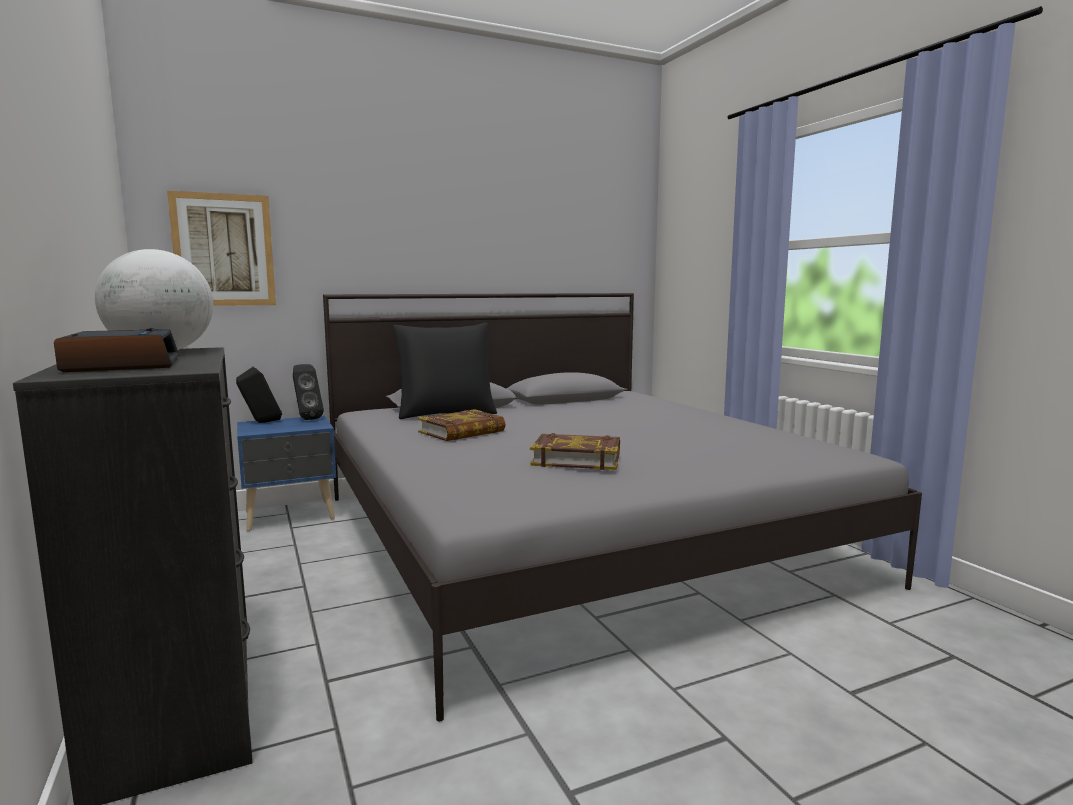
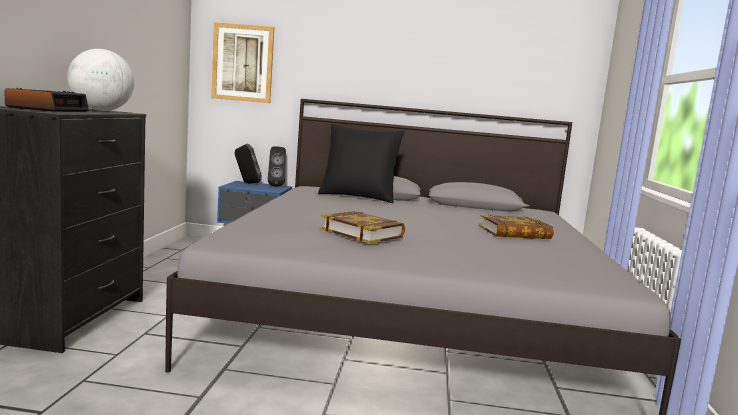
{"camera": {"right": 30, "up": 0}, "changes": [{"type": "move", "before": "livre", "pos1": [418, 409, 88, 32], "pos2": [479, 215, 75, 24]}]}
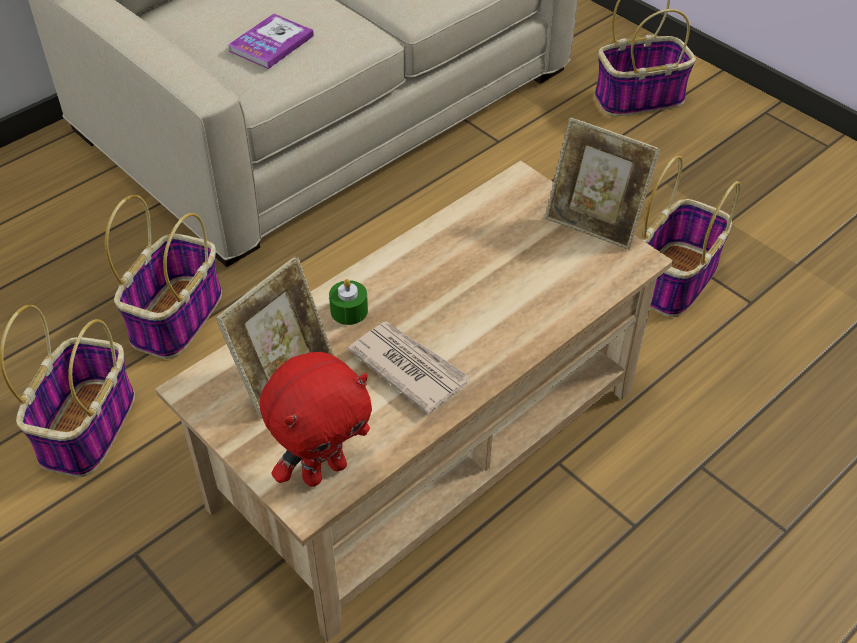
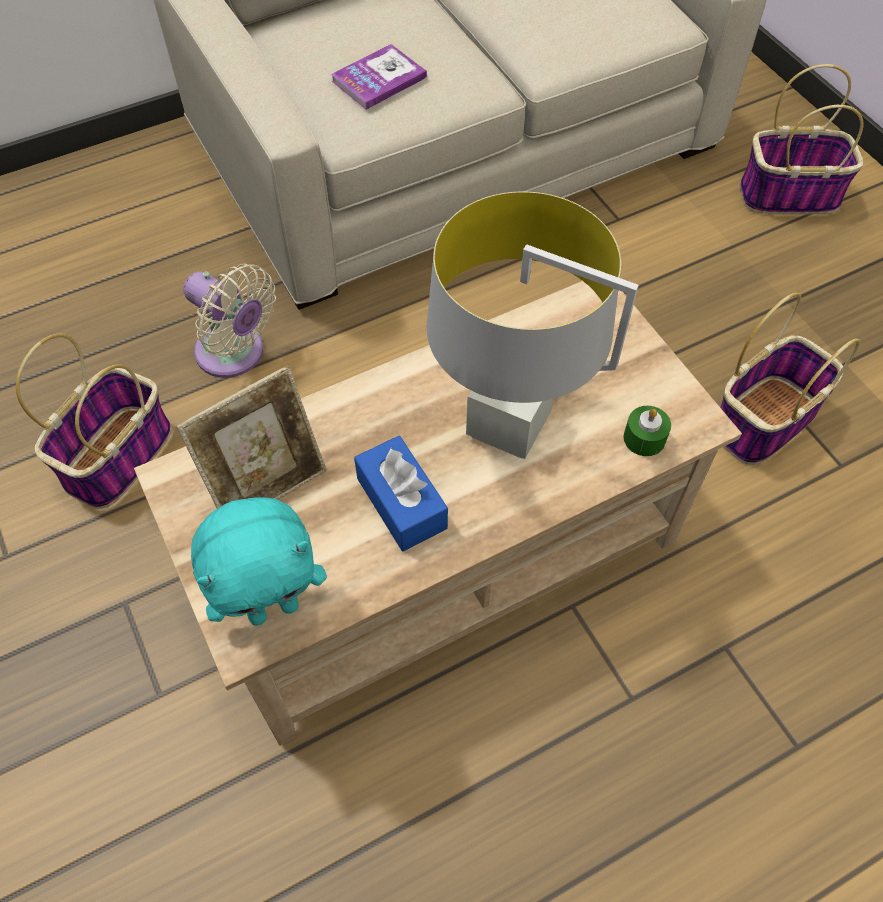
{"camera": {"right": 15, "up": 10}, "changes": [{"type": "replace", "before": "panier", "after": "ventilateur [beige]", "pos1": [105, 195, 117, 164], "pos2": [183, 264, 93, 114]}, {"type": "recolor", "before": "peluche [rouge]", "after": "peluche [turquoise]", "pos1": [260, 352, 112, 135], "pos2": [191, 497, 136, 129]}, {"type": "move", "before": "bougie [vert]", "pos1": [329, 279, 39, 46], "pos2": [624, 406, 47, 50]}, {"type": "replace", "before": "journal", "after": "boîte à mouchoirs [bleu]", "pos1": [348, 322, 122, 92], "pos2": [354, 436, 94, 116]}, {"type": "delete", "before": "cadre photo", "pos1": [545, 118, 116, 132]}, {"type": "insert", "after": "lampe de table [gris]", "pos2": [427, 192, 212, 267]}]}
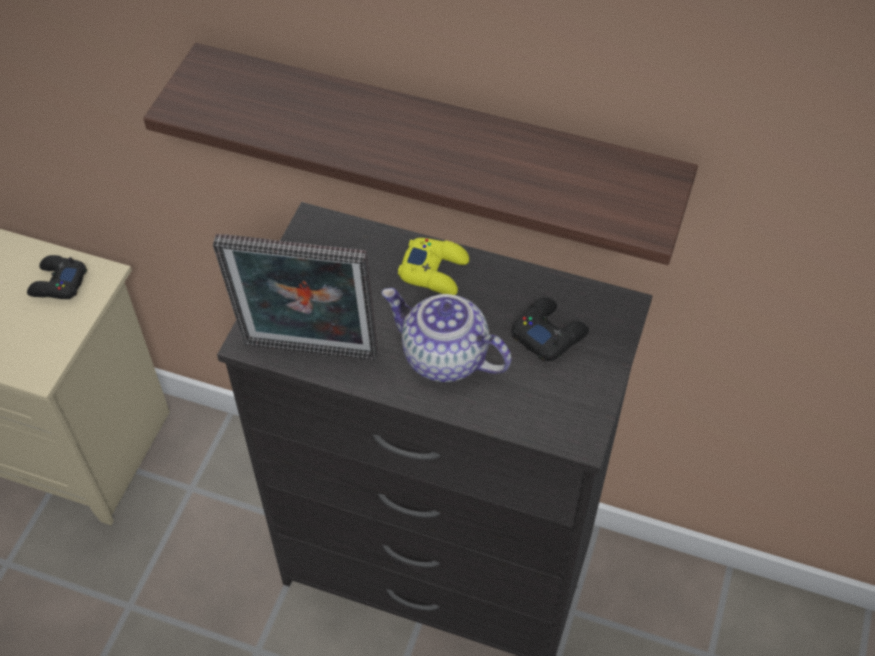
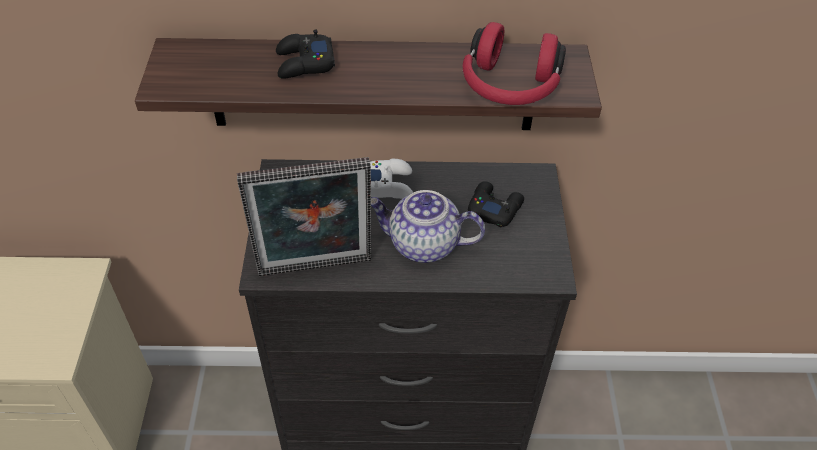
{"camera": {"right": -20, "up": -5}, "changes": [{"type": "move", "before": "manette [noir]", "pos1": [27, 255, 60, 44], "pos2": [276, 29, 59, 50]}, {"type": "recolor", "before": "manette [jaune]", "after": "manette [blanc]", "pos1": [398, 238, 71, 57], "pos2": [370, 159, 43, 40]}, {"type": "insert", "after": "casque audio [rouge]", "pos2": [463, 22, 103, 83]}]}
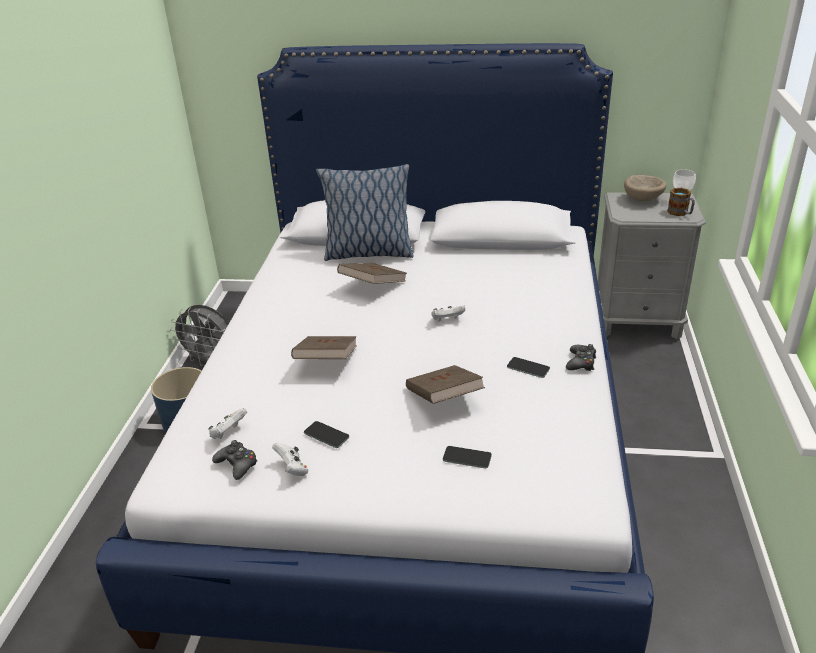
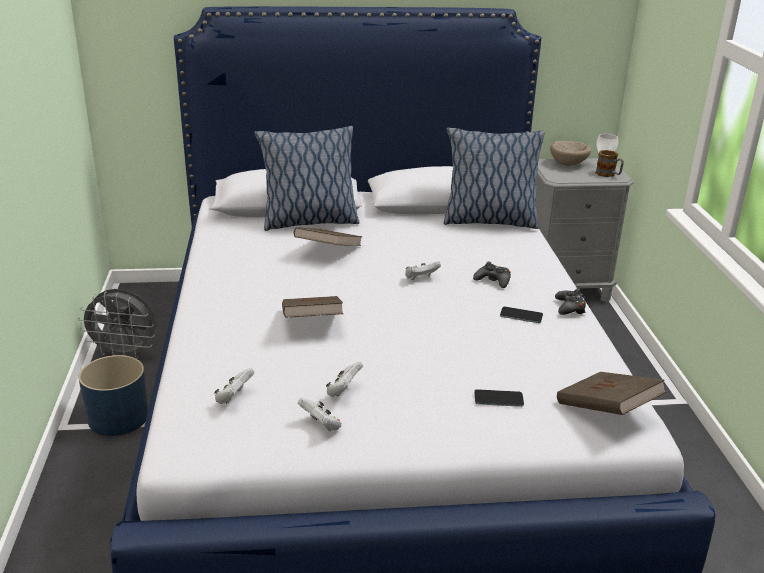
{"camera": {"right": -15, "up": -5}, "changes": [{"type": "move", "before": "manette [noir]", "pos1": [212, 440, 45, 40], "pos2": [473, 262, 38, 26]}, {"type": "replace", "before": "téléphone", "after": "manette [blanc]", "pos1": [304, 421, 45, 27], "pos2": [326, 362, 37, 35]}, {"type": "move", "before": "livre [marron]", "pos1": [406, 365, 79, 39], "pos2": [557, 372, 109, 43]}, {"type": "insert", "after": "coussin", "pos2": [444, 128, 101, 101]}]}
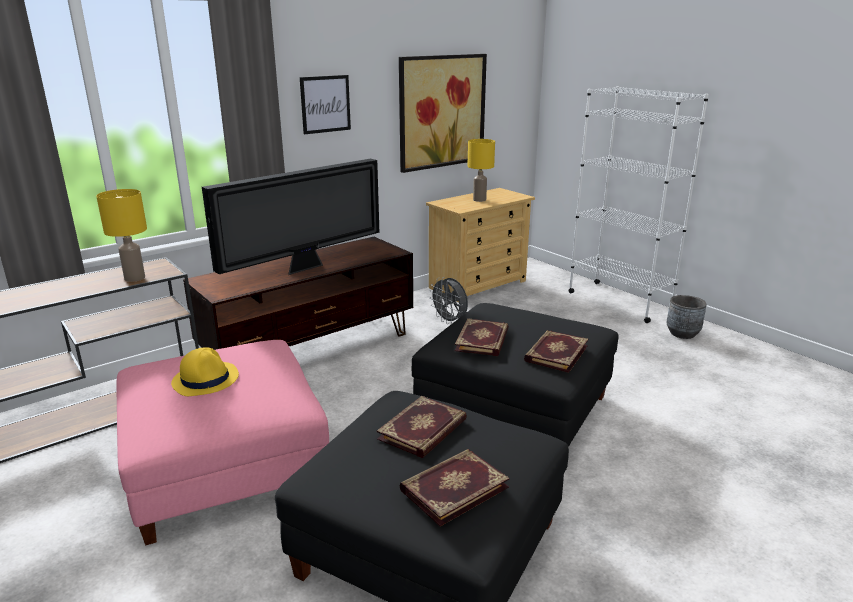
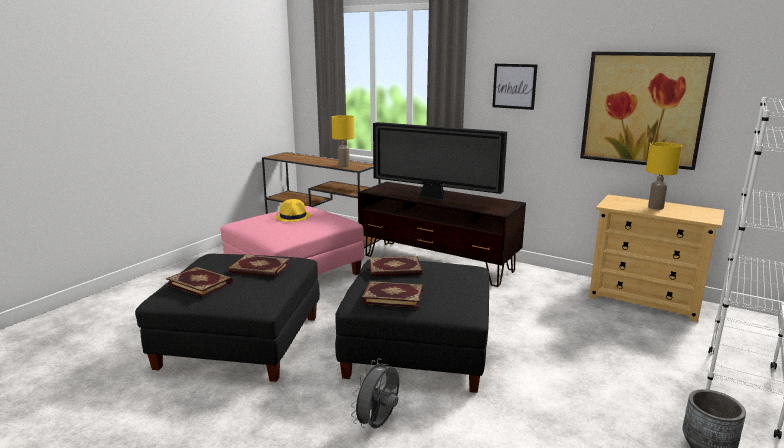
{"camera": {"right": 70, "up": -5}, "changes": [{"type": "move", "before": "ventilateur [gris]", "pos1": [429, 277, 39, 47], "pos2": [351, 358, 48, 71]}]}
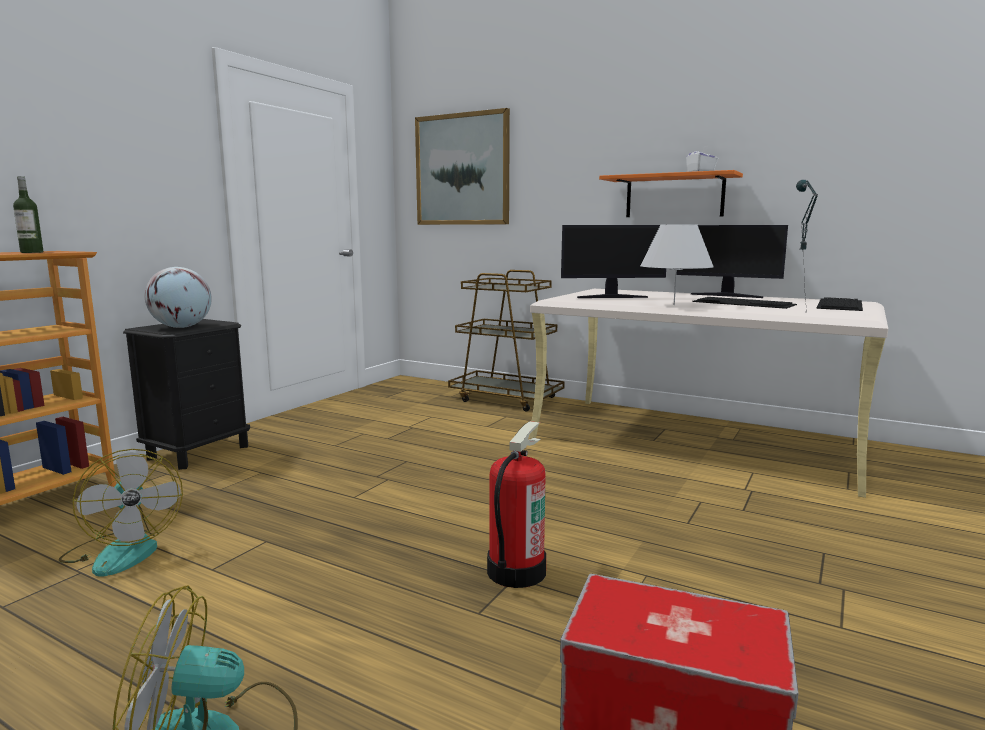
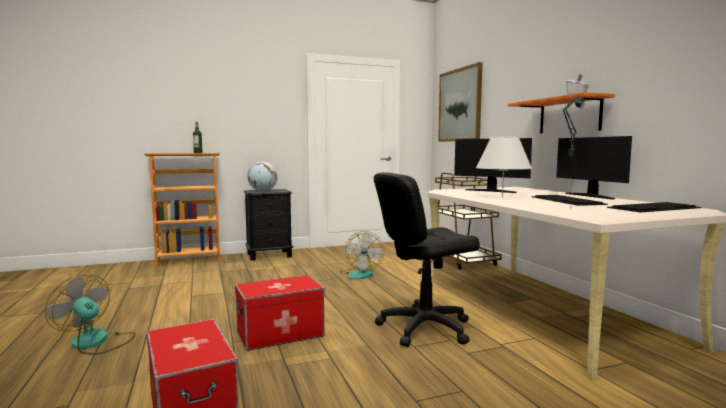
{"camera": {"right": 40, "up": -5}, "changes": [{"type": "move", "before": "ventilateur", "pos1": [59, 449, 124, 128], "pos2": [340, 231, 44, 49]}, {"type": "replace", "before": "extincteur", "after": "boîte de rangement", "pos1": [487, 421, 59, 167], "pos2": [235, 275, 90, 76]}, {"type": "insert", "after": "chaise de bureau [noir]", "pos2": [374, 172, 106, 175]}]}
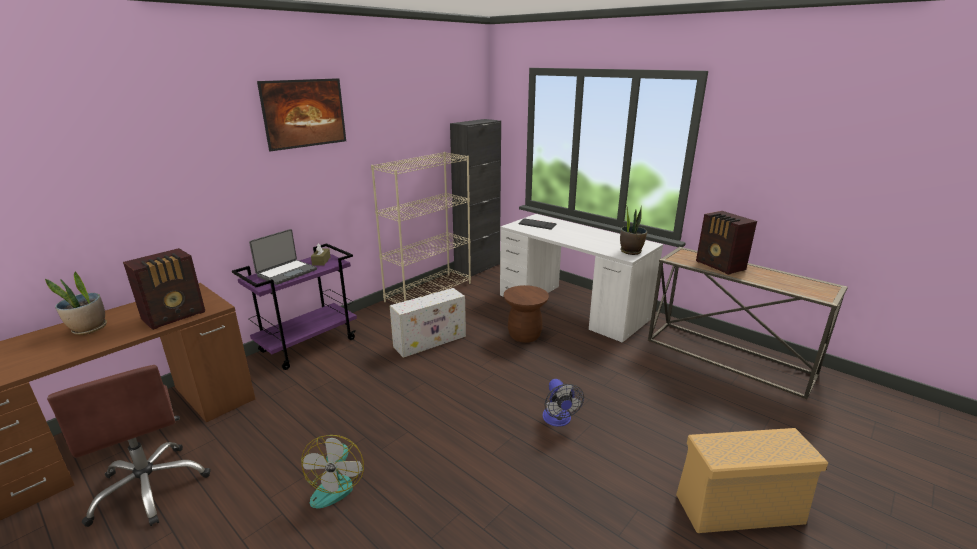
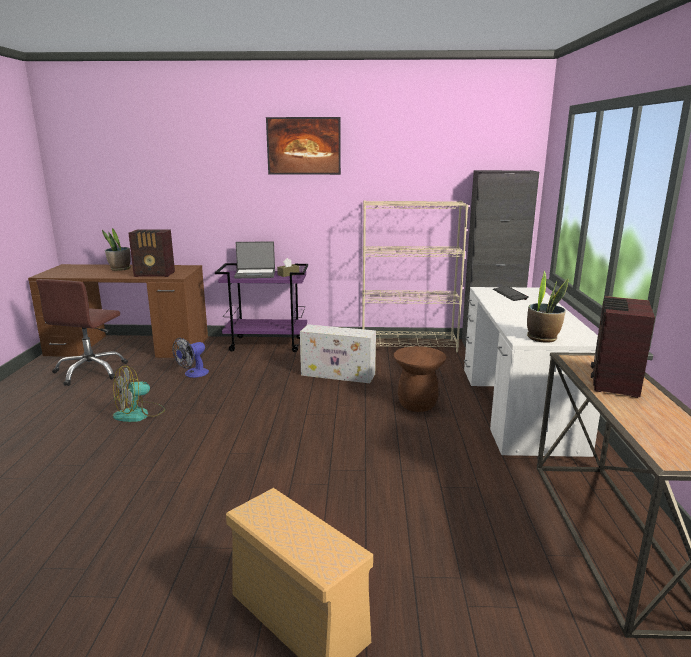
{"camera": {"right": 50, "up": -5}, "changes": [{"type": "move", "before": "ventilateur", "pos1": [542, 379, 42, 48], "pos2": [172, 338, 37, 40]}]}
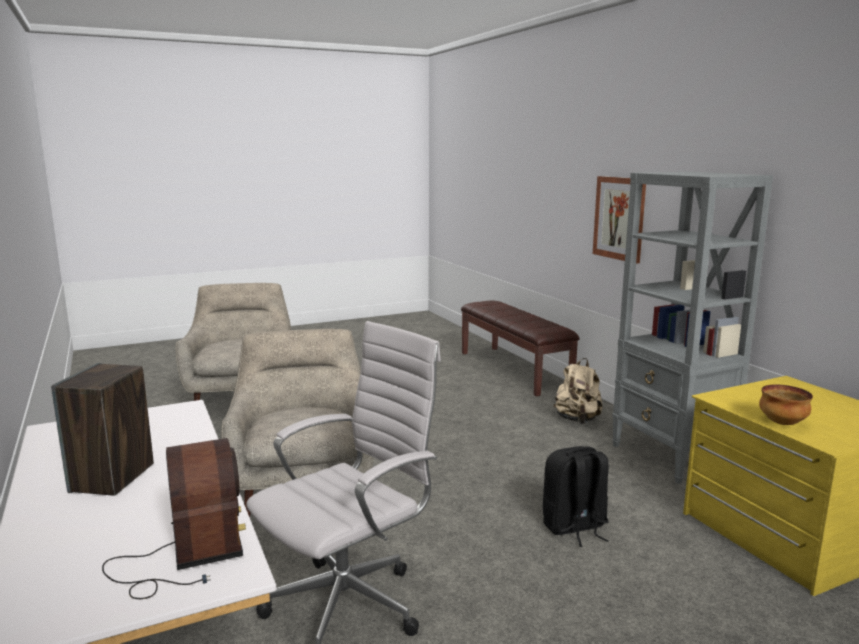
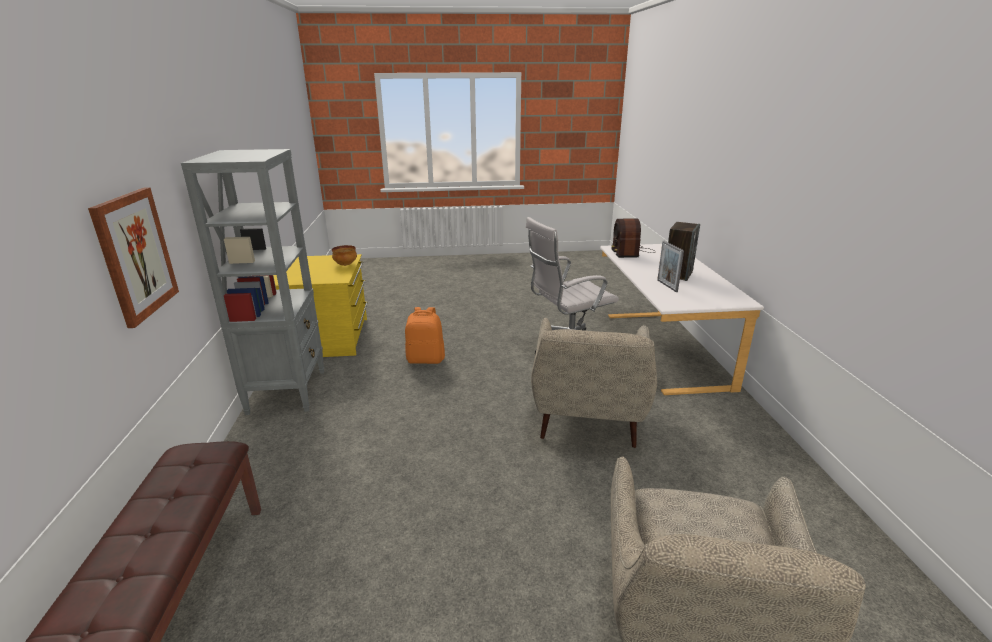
{"camera": {"right": -160, "up": 10}, "changes": [{"type": "recolor", "before": "sac à dos [noir]", "after": "sac à dos [orange]", "pos1": [543, 446, 66, 101], "pos2": [405, 307, 40, 57]}, {"type": "delete", "before": "sac à dos [beige]", "pos1": [554, 358, 49, 66]}, {"type": "insert", "after": "cadre photo", "pos2": [657, 241, 27, 51]}]}
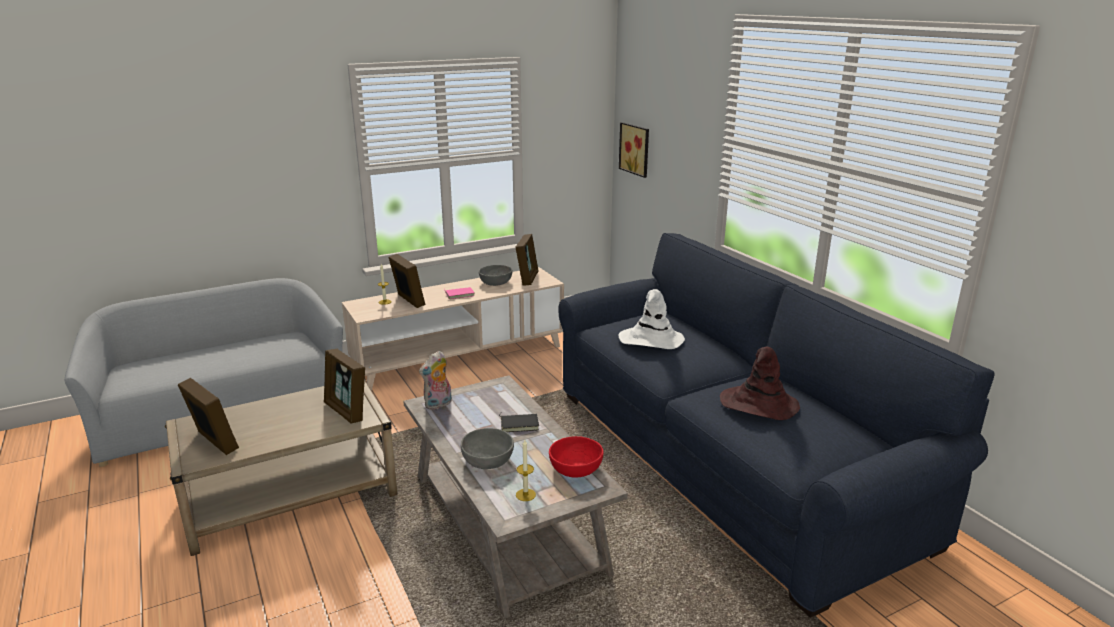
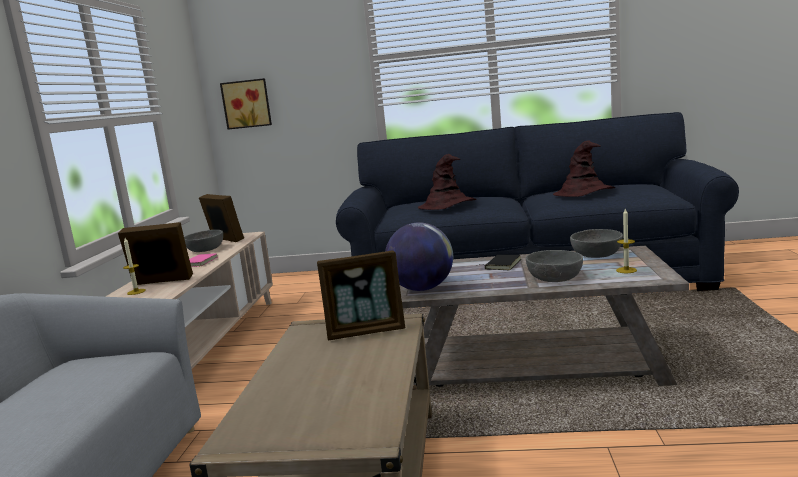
{"camera": {"right": -55, "up": -10}, "changes": [{"type": "delete", "before": "cadre photo", "pos1": [178, 378, 61, 77]}, {"type": "replace", "before": "peluche", "after": "globe", "pos1": [419, 351, 33, 59], "pos2": [385, 222, 68, 69]}, {"type": "recolor", "before": "bol [rouge]", "after": "bol [gris]", "pos1": [549, 436, 55, 42], "pos2": [570, 229, 53, 29]}, {"type": "recolor", "before": "chapeau [blanc]", "after": "chapeau [marron]", "pos1": [618, 289, 67, 60], "pos2": [418, 154, 58, 56]}]}
